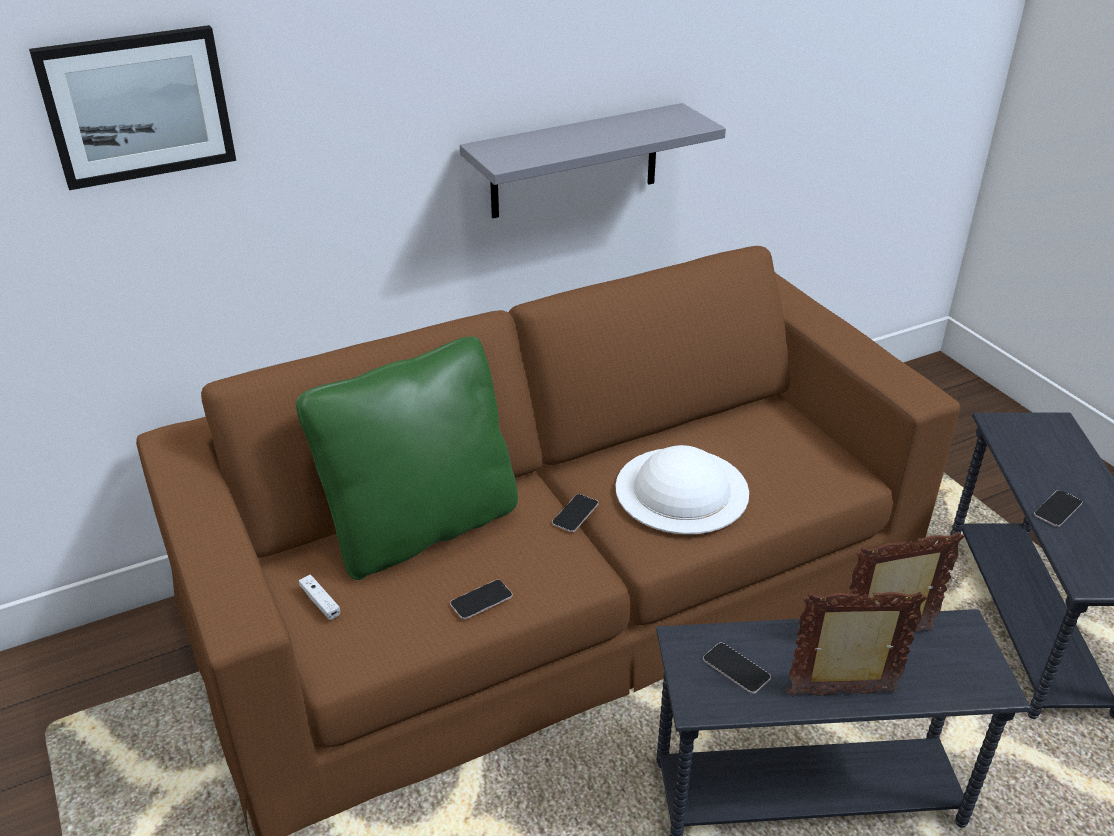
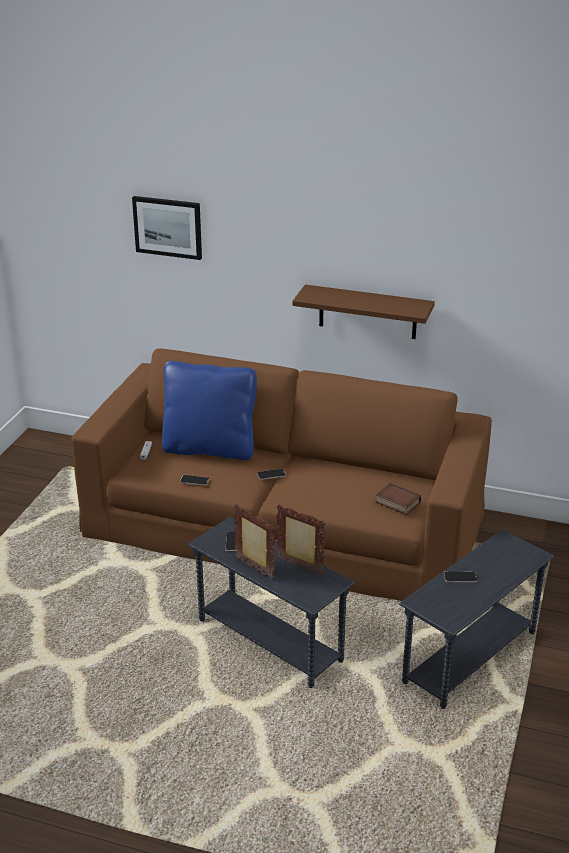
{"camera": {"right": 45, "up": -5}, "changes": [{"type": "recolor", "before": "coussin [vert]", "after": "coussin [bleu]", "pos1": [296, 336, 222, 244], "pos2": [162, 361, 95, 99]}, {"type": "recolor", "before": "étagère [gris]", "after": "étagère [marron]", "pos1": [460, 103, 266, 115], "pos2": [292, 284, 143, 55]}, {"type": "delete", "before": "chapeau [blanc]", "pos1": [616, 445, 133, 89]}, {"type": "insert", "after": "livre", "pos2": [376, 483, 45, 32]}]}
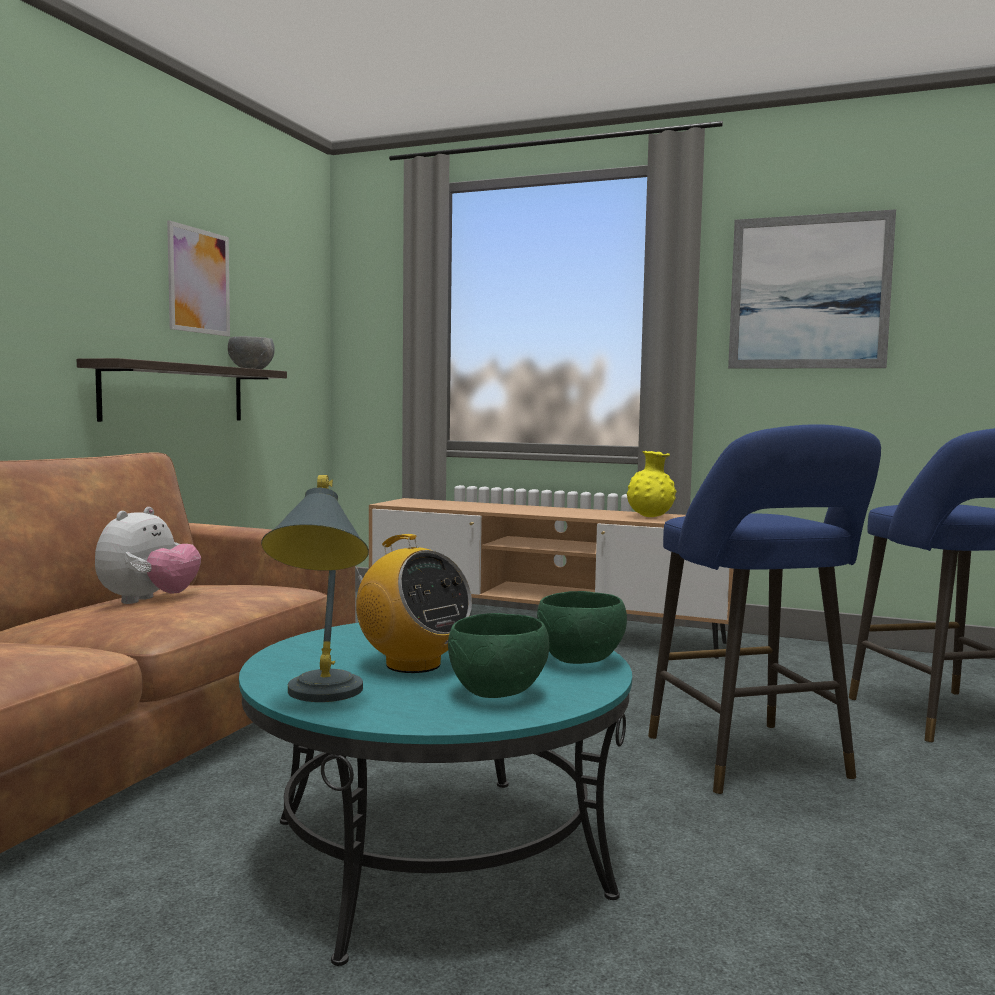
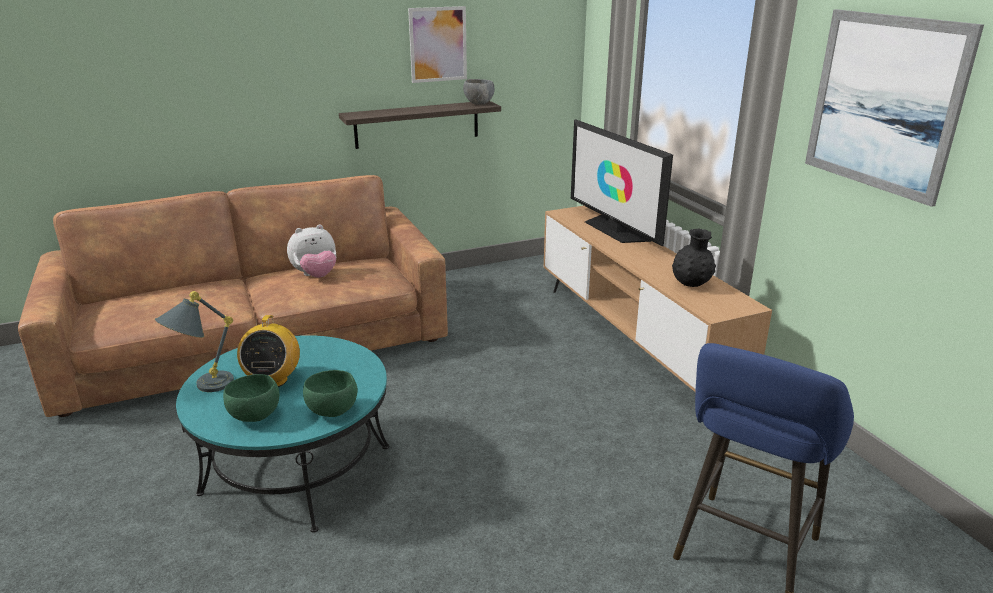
{"camera": {"right": 45, "up": 20}, "changes": [{"type": "recolor", "before": "vase [jaune]", "after": "vase [noir]", "pos1": [627, 451, 49, 66], "pos2": [672, 228, 44, 59]}, {"type": "delete", "before": "tabouret [bleu]", "pos1": [648, 424, 233, 370]}, {"type": "insert", "after": "téléviseur", "pos2": [571, 119, 102, 127]}]}
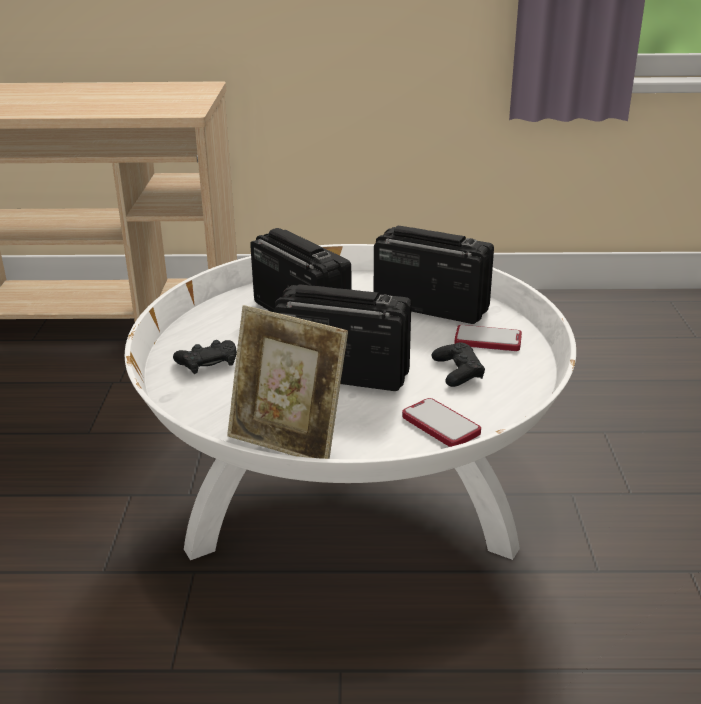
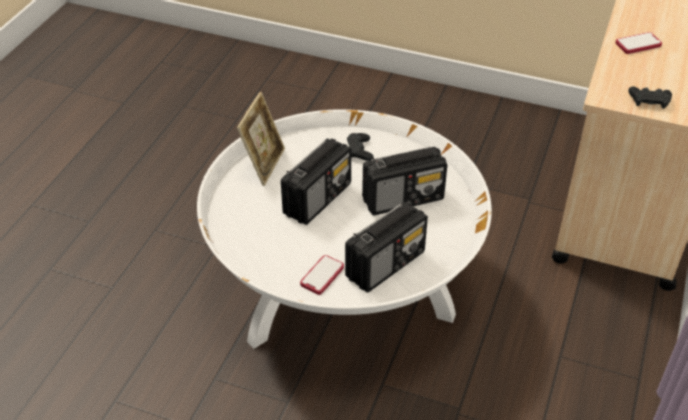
{"camera": {"right": 110, "up": 15}, "changes": [{"type": "rotate", "before": "cadre photo", "pos1": [227, 305, 121, 154], "pos2": [237, 92, 48, 94], "turn": 150}, {"type": "move", "before": "téléphone", "pos1": [402, 398, 79, 49], "pos2": [616, 32, 46, 22]}, {"type": "move", "before": "manette [noir]", "pos1": [432, 342, 53, 45], "pos2": [628, 86, 44, 23]}]}
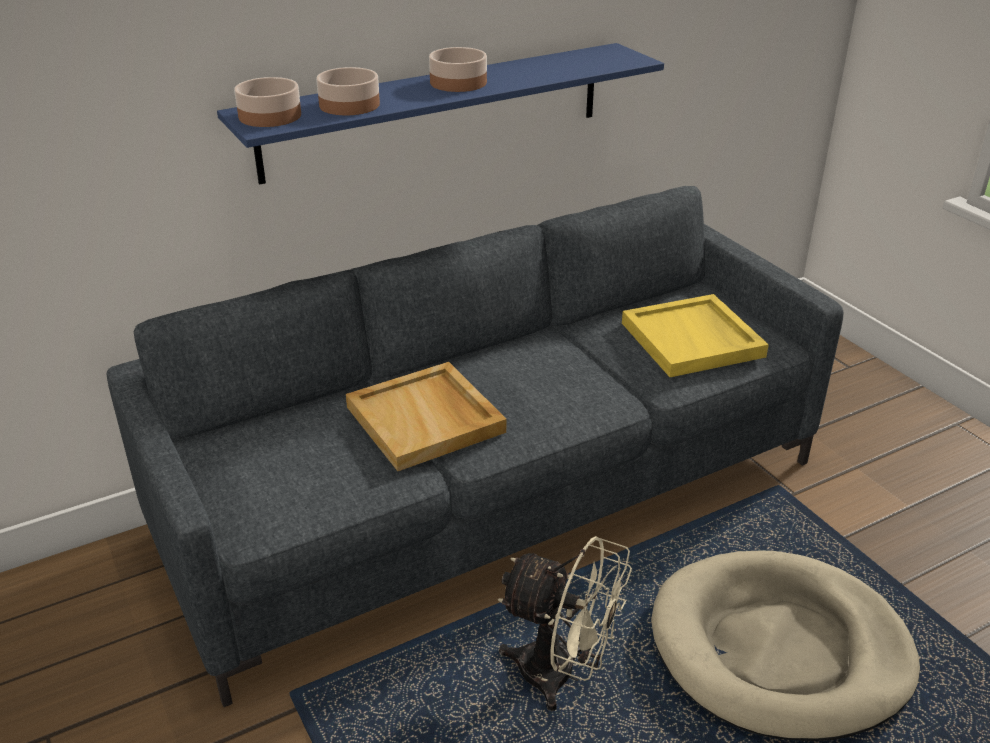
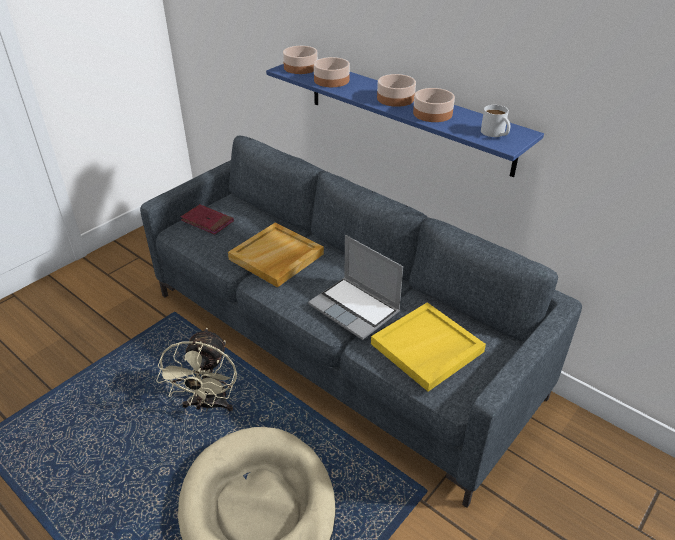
{"camera": {"right": 70, "up": 5}, "changes": [{"type": "insert", "after": "livre [rouge]", "pos2": [181, 205, 53, 30]}, {"type": "insert", "after": "ordinateur portable", "pos2": [308, 235, 95, 105]}, {"type": "insert", "after": "bol", "pos2": [413, 88, 42, 34]}, {"type": "insert", "after": "mug [blanc]", "pos2": [481, 105, 30, 32]}]}
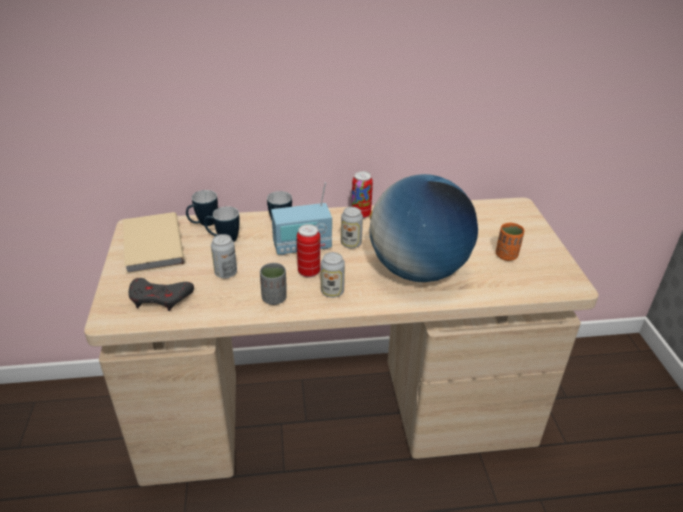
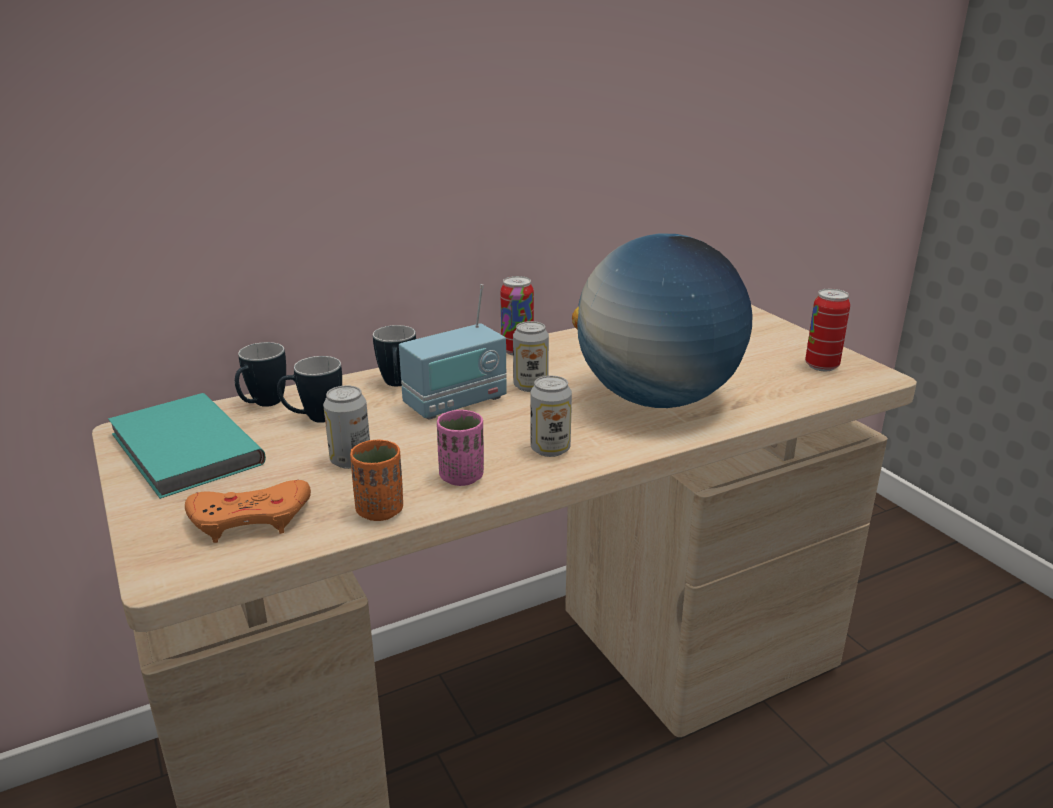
{"camera": {"right": -20, "up": -10}, "changes": [{"type": "recolor", "before": "livre [beige]", "after": "livre [turquoise]", "pos1": [123, 212, 62, 62], "pos2": [108, 393, 158, 106]}, {"type": "recolor", "before": "manette [gris]", "after": "manette [orange]", "pos1": [129, 278, 65, 33], "pos2": [185, 480, 126, 63]}, {"type": "recolor", "before": "tasse [gris]", "after": "tasse [rose]", "pos1": [260, 263, 27, 42], "pos2": [437, 410, 47, 76]}, {"type": "move", "before": "boîte métallique", "pos1": [297, 224, 23, 54], "pos2": [805, 289, 45, 82]}, {"type": "move", "before": "tasse [orange]", "pos1": [496, 223, 29, 38], "pos2": [350, 440, 53, 81]}]}
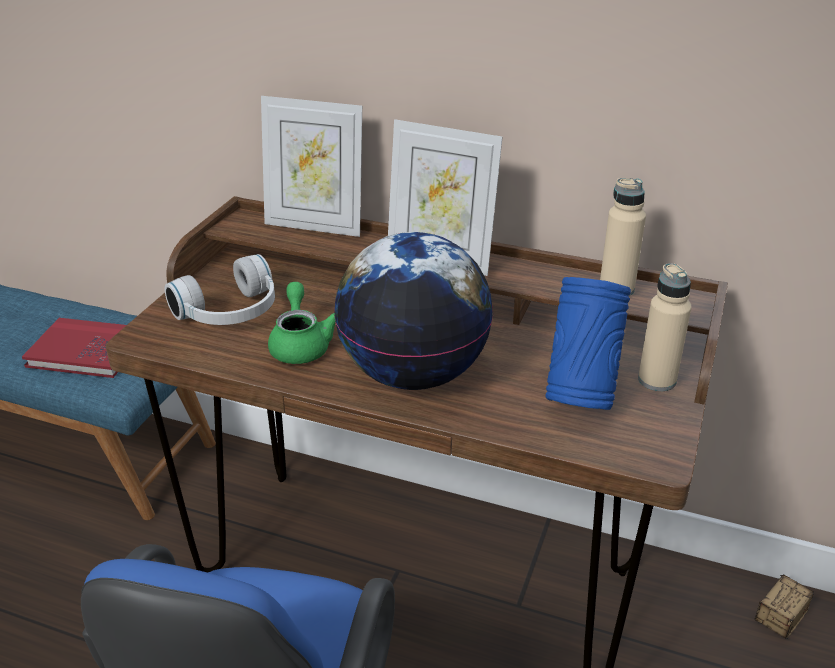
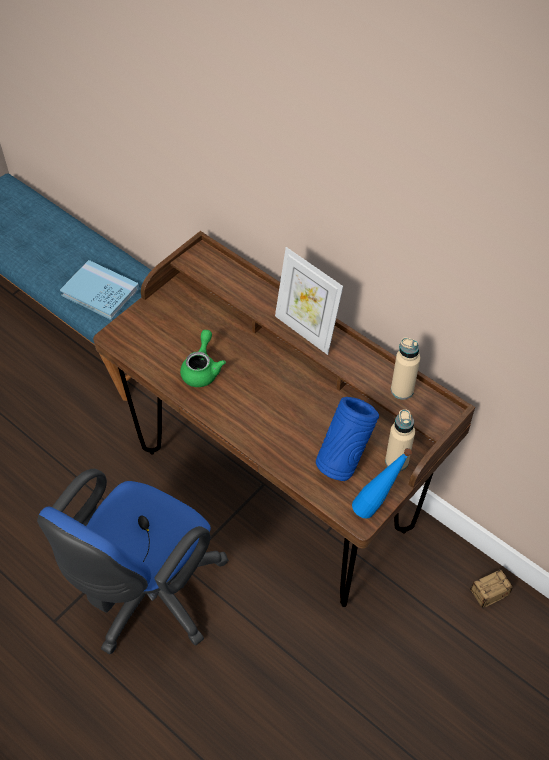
{"camera": {"right": 20, "up": 20}, "changes": [{"type": "recolor", "before": "livre [rouge]", "after": "livre [bleu]", "pos1": [22, 318, 104, 60], "pos2": [60, 260, 79, 60]}, {"type": "delete", "before": "casque audio [blanc]", "pos1": [164, 254, 111, 71]}, {"type": "delete", "before": "cadre photo", "pos1": [261, 96, 101, 141]}, {"type": "delete", "before": "globe", "pos1": [334, 232, 159, 158]}, {"type": "insert", "after": "bouteille [bleu]", "pos2": [352, 448, 60, 71]}]}
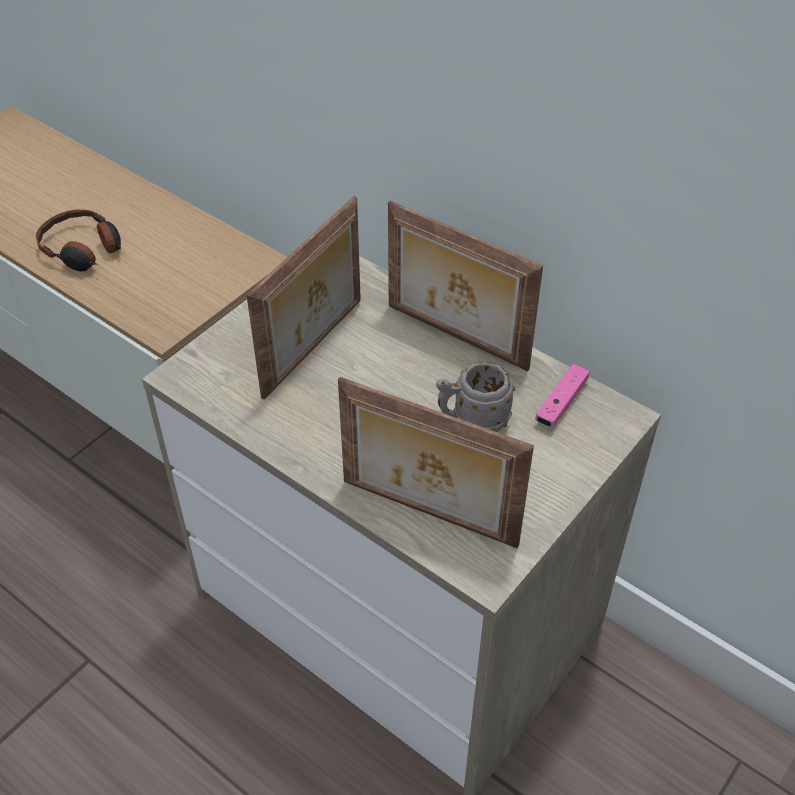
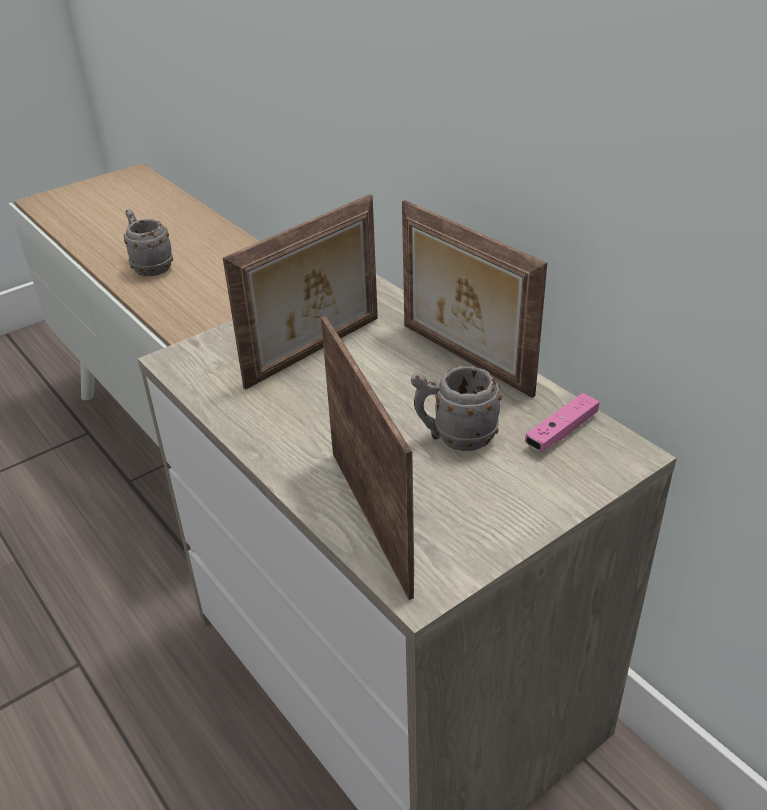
{"camera": {"right": 15, "up": -10}, "changes": [{"type": "replace", "before": "casque audio", "after": "mug [gris]", "pos1": [36, 209, 85, 63], "pos2": [124, 209, 49, 67]}, {"type": "rotate", "before": "cadre photo", "pos1": [338, 377, 196, 171], "pos2": [321, 316, 93, 284], "turn": -150}]}
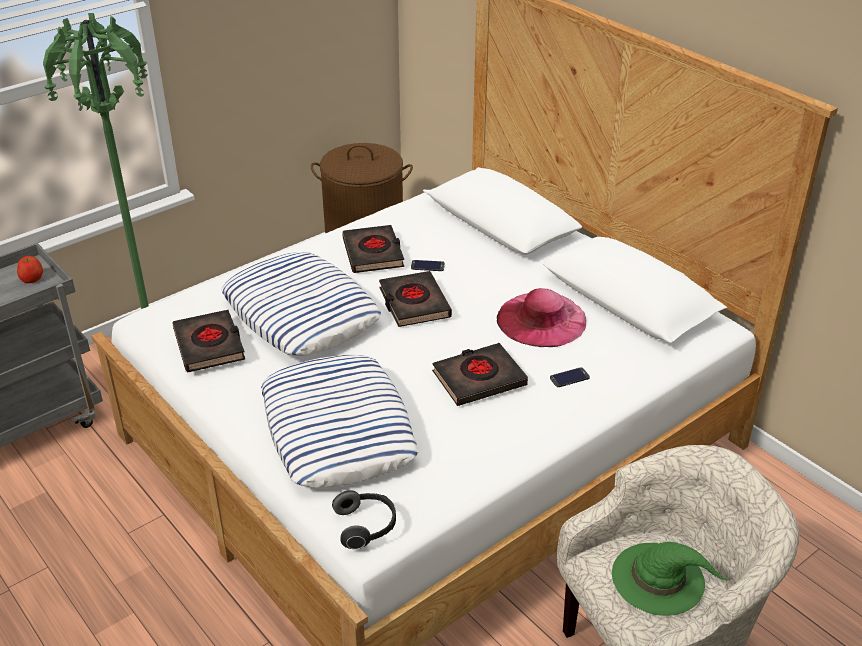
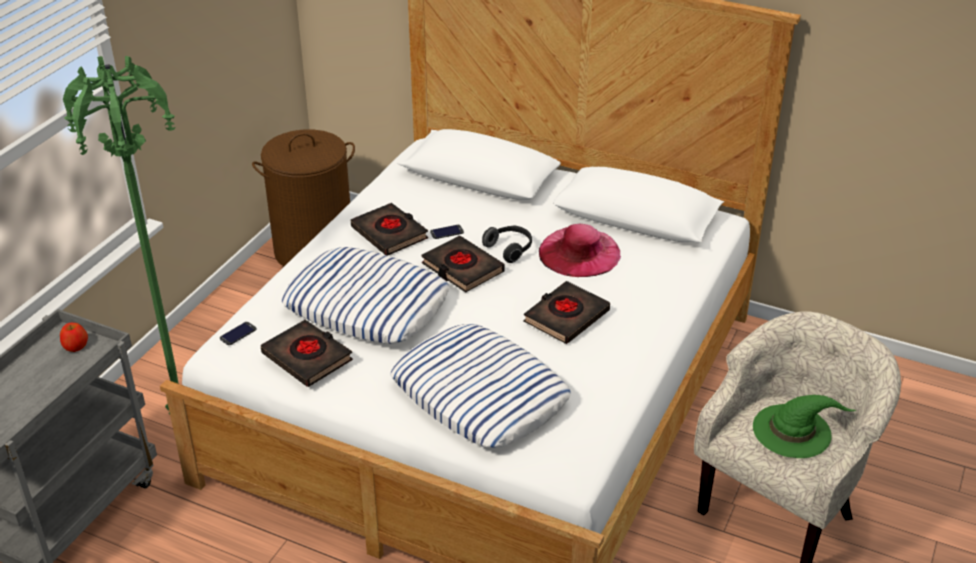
{"camera": {"right": -25, "up": 0}, "changes": [{"type": "move", "before": "casque audio", "pos1": [332, 490, 64, 60], "pos2": [482, 225, 50, 38]}, {"type": "move", "before": "téléphone", "pos1": [550, 367, 40, 20], "pos2": [220, 322, 36, 23]}]}
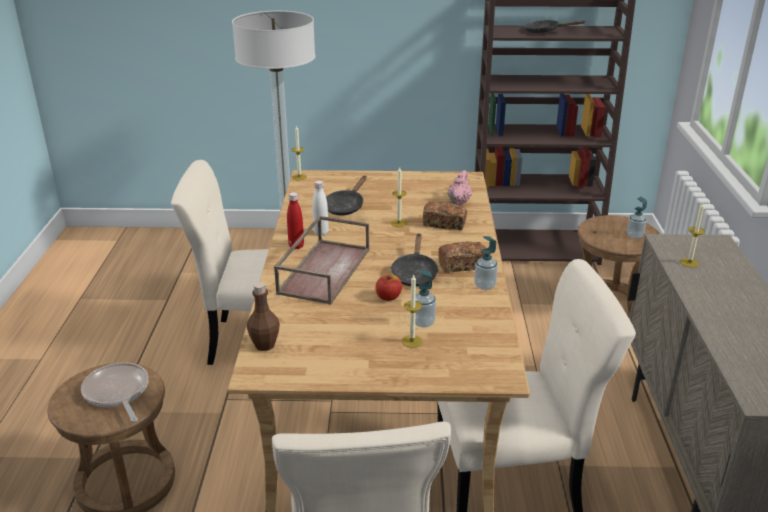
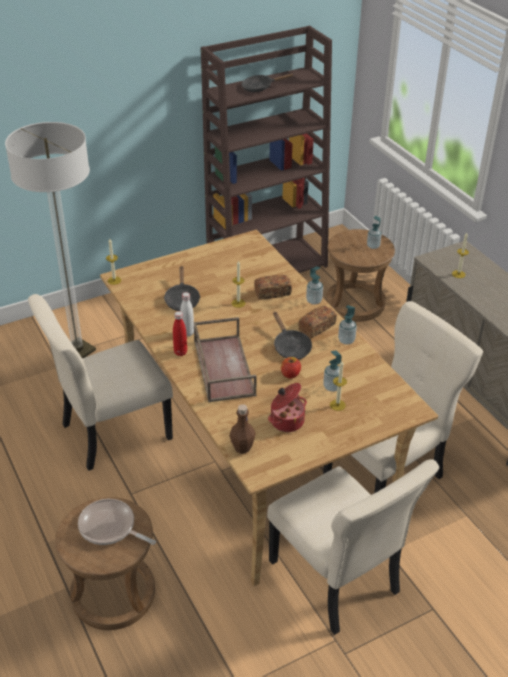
{"camera": {"right": -30, "up": 10}, "changes": [{"type": "delete", "before": "théière [rose]", "pos1": [448, 170, 24, 35]}, {"type": "insert", "after": "marmite", "pos2": [268, 383, 39, 49]}, {"type": "insert", "after": "distributeur de savon", "pos2": [306, 266, 17, 39]}]}
